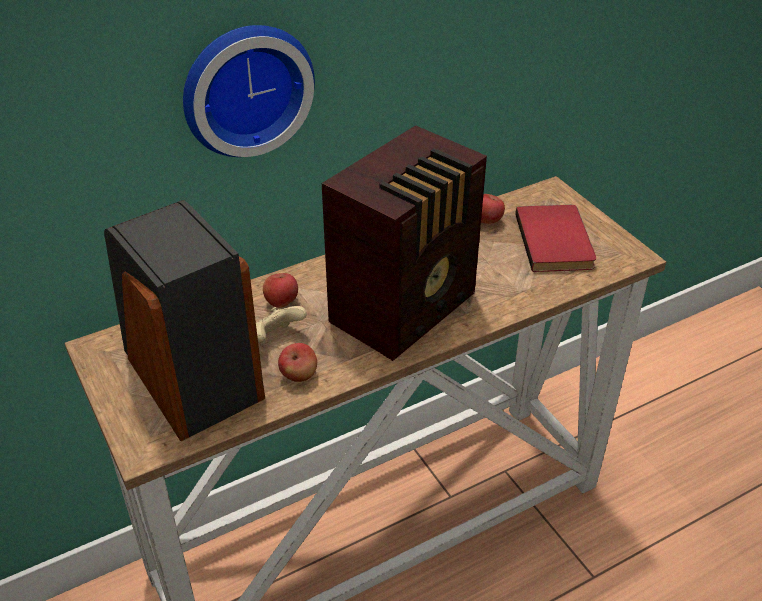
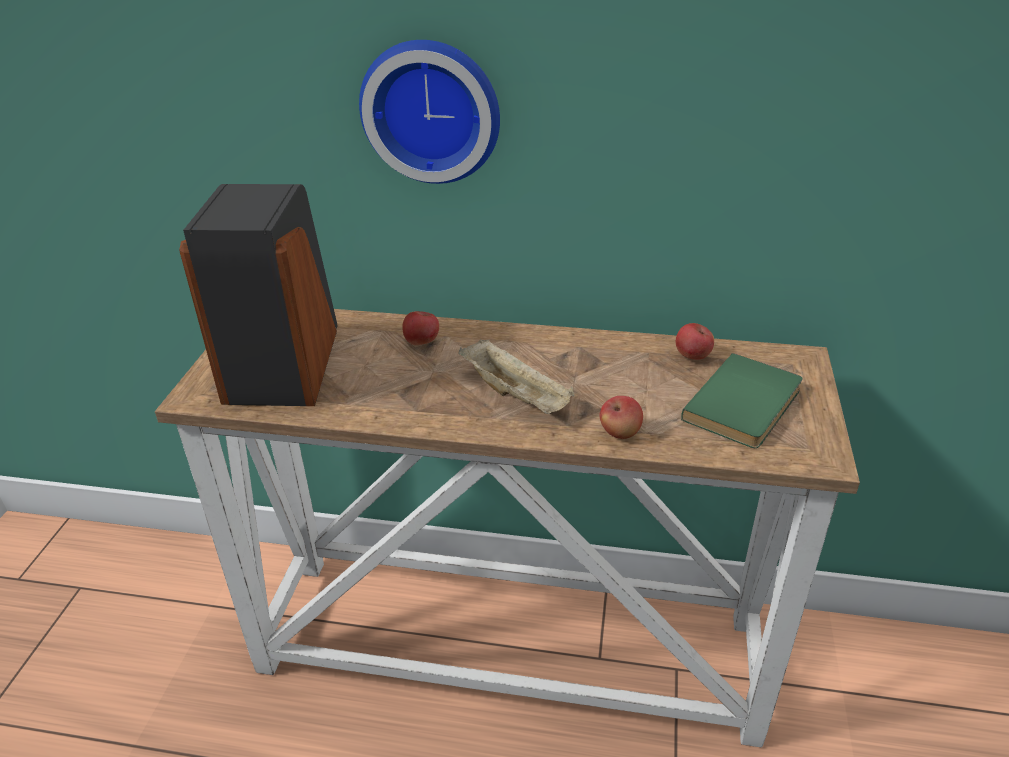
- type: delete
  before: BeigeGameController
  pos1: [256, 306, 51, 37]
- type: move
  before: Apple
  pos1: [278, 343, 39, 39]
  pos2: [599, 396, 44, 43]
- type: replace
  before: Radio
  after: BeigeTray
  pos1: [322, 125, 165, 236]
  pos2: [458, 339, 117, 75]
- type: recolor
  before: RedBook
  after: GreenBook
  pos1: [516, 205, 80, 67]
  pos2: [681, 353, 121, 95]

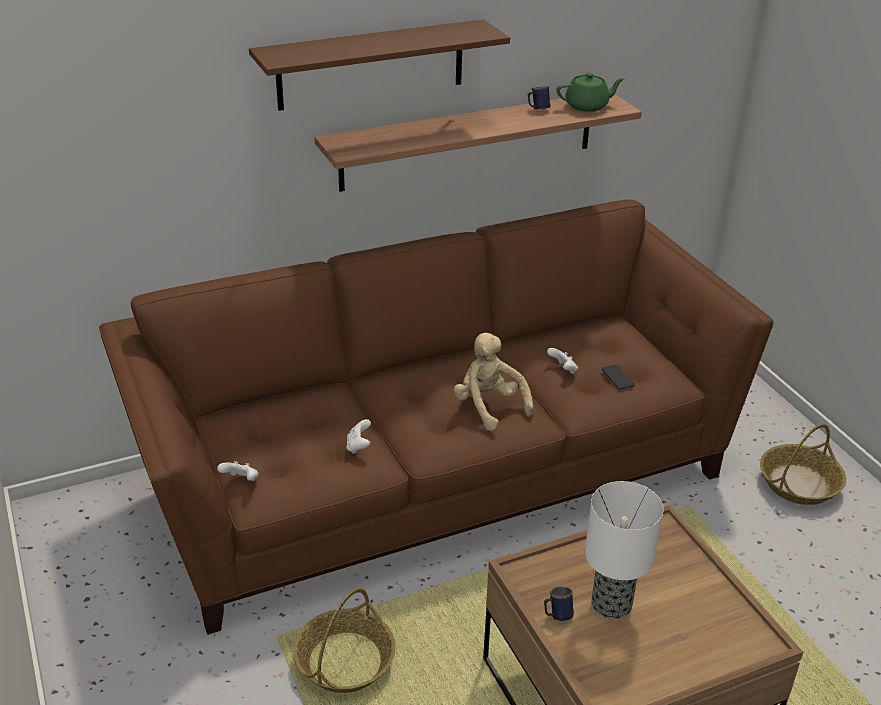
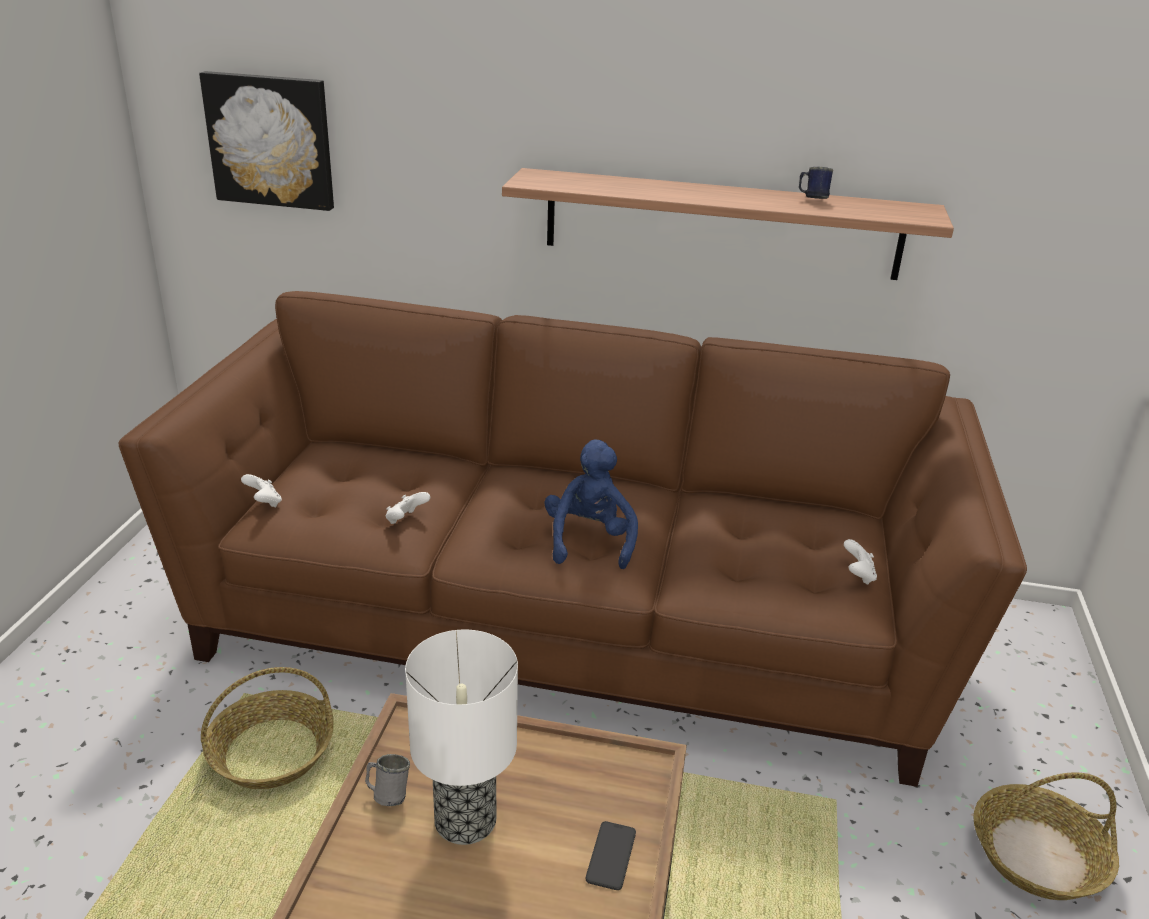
- type: delete
  before: BrownShelf
  pos1: [249, 19, 261, 92]
- type: recolor
  before: BeigePlushToy
  after: BluePlushToy
  pos1: [453, 333, 81, 98]
  pos2: [544, 440, 94, 129]
- type: recolor
  before: BlueMug
  after: GreyMug
  pos1: [544, 586, 30, 35]
  pos2: [365, 754, 45, 52]
- type: move
  before: WhiteGameController
  pos1: [547, 348, 31, 26]
  pos2: [844, 539, 33, 46]
- type: delete
  before: GreenTeapot
  pos1: [557, 73, 68, 39]
- type: move
  before: Phone
  pos1: [602, 365, 33, 25]
  pos2: [586, 821, 50, 69]
- type: insert
  after: Picture
  pos2: [199, 71, 135, 140]

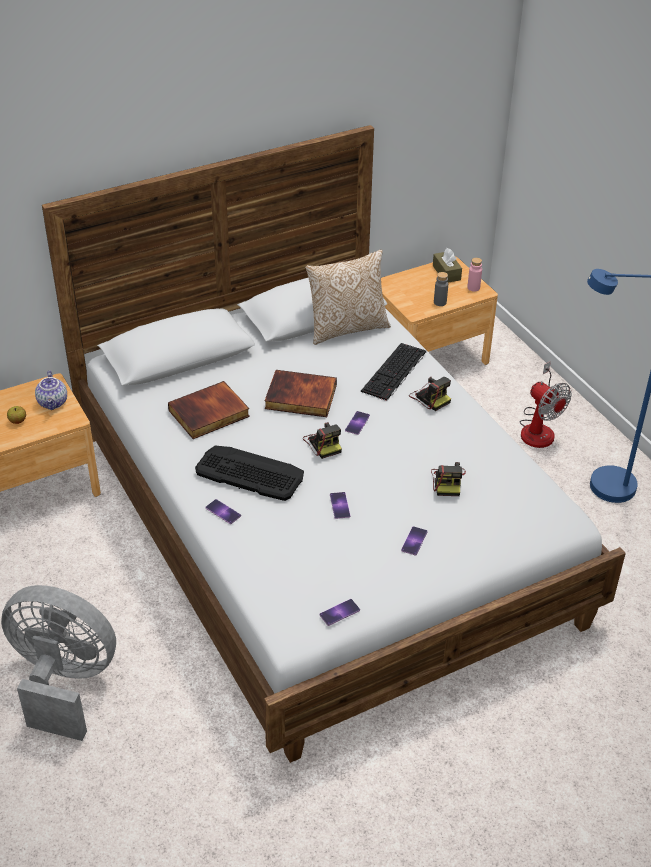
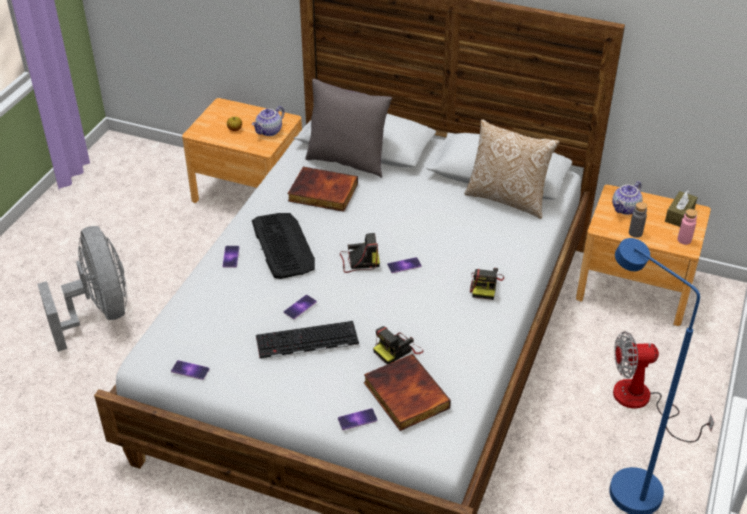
- type: move
  before: Book
  pos1: [265, 370, 72, 47]
  pos2: [364, 354, 87, 77]
- type: rotate
  before: PhotoCamera
  pos1: [303, 422, 39, 37]
  pos2: [340, 233, 40, 40]
  turn: -120
- type: move
  before: Keyboard
  pos1: [361, 343, 65, 58]
  pos2: [256, 321, 103, 38]
- type: move
  before: Phone
  pos1: [401, 526, 27, 30]
  pos2: [338, 408, 40, 22]
- type: rotate
  before: Fan
  pos1: [520, 361, 52, 87]
  pos2: [613, 331, 101, 111]
  turn: 75
- type: insert
  after: GreyPillow
  pos2: [305, 79, 87, 99]
- type: insert
  after: Teapot
  pos2: [612, 181, 31, 34]

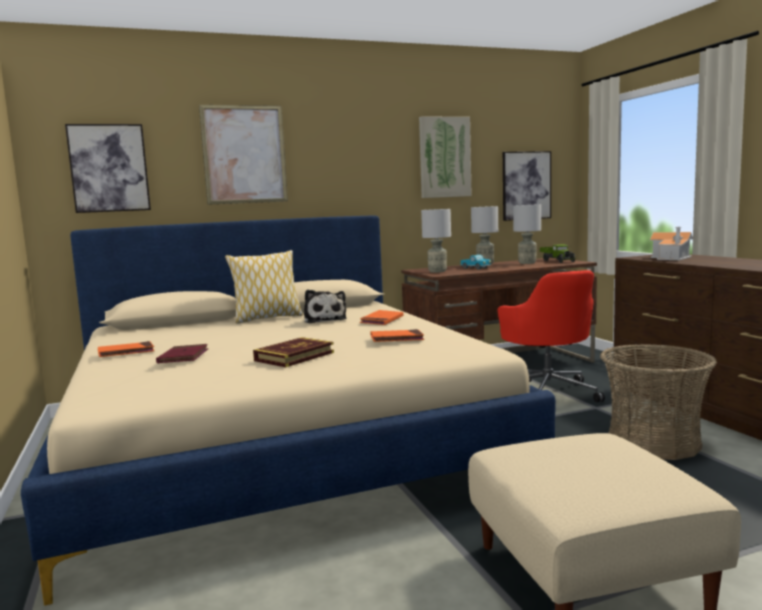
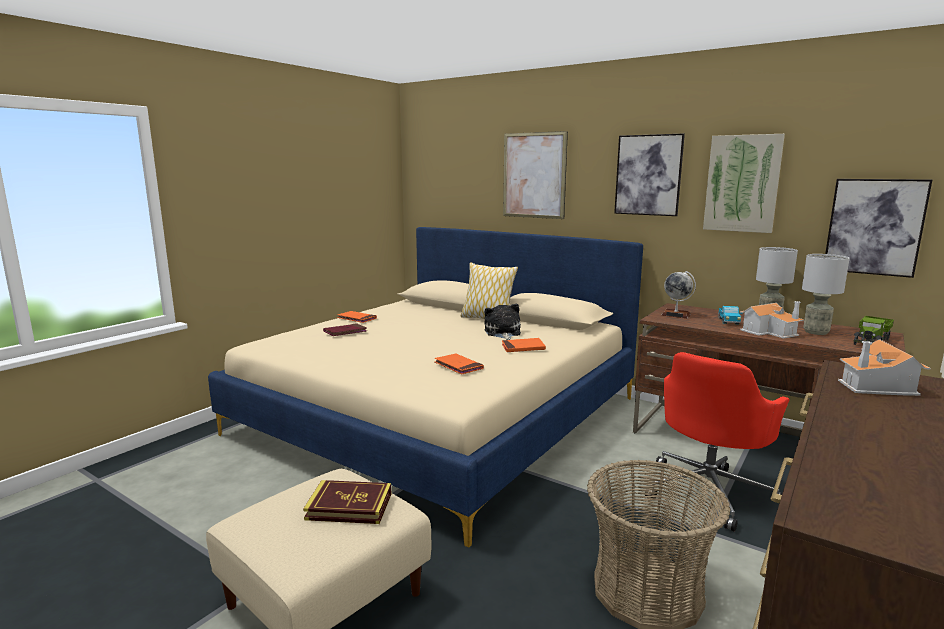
- type: move
  before: Picture
  pos1: [65, 124, 86, 89]
  pos2: [614, 133, 71, 83]
- type: move
  before: Book
  pos1: [253, 337, 81, 30]
  pos2: [303, 480, 88, 44]
- type: rotate
  before: PlushToy
  pos1: [304, 289, 43, 34]
  pos2: [484, 304, 37, 36]
  turn: 135
- type: replace
  before: GreyTableLamp
  after: Globe
  pos1: [421, 209, 30, 64]
  pos2: [662, 271, 34, 47]
- type: insert
  after: ToyHouse
  pos2: [740, 301, 64, 38]

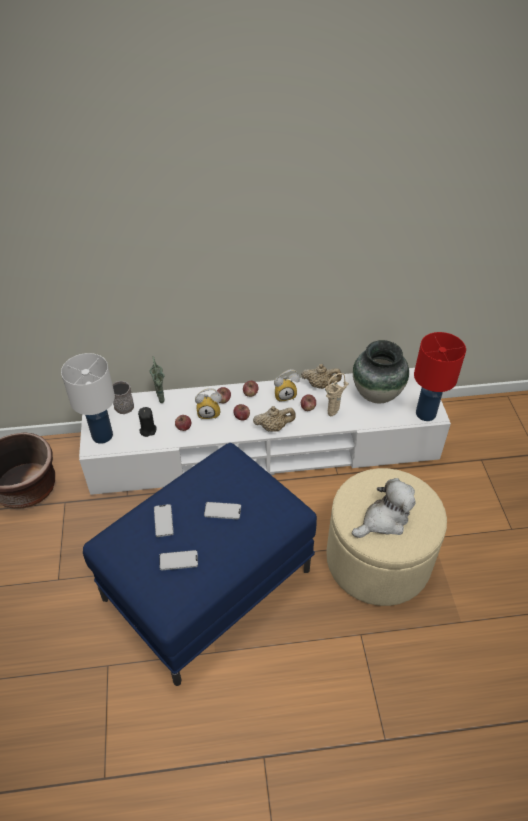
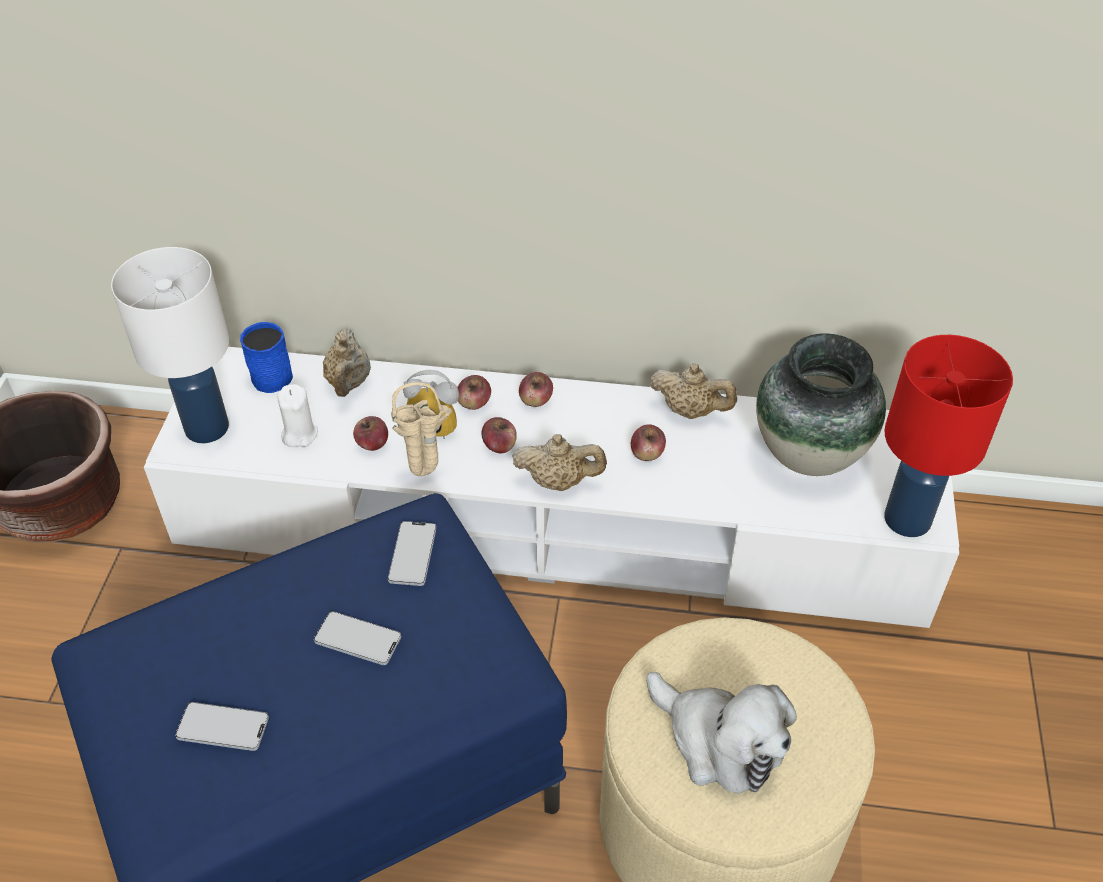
- type: recolor
  before: GreyMug
  after: BlueMug
  pos1: [112, 381, 22, 33]
  pos2: [240, 322, 53, 71]
- type: recolor
  before: BlackCandle
  after: WhiteCandle
  pos1: [138, 407, 19, 30]
  pos2: [277, 384, 41, 63]
- type: replace
  before: GreenVase
  after: BeigeTeapot
  pos1: [149, 356, 16, 47]
  pos2: [323, 329, 48, 68]
- type: move
  before: Phone
  pos1: [154, 504, 20, 33]
  pos2: [388, 521, 48, 65]
- type: delete
  before: AlarmClock
  pos1: [274, 369, 26, 33]
- type: move
  before: BeigeVase
  pos1: [325, 373, 24, 43]
  pos2: [391, 382, 61, 94]
- type: rotate
  before: PlushToy
  pos1: [352, 478, 64, 60]
  pos2: [646, 672, 151, 121]
  turn: 60

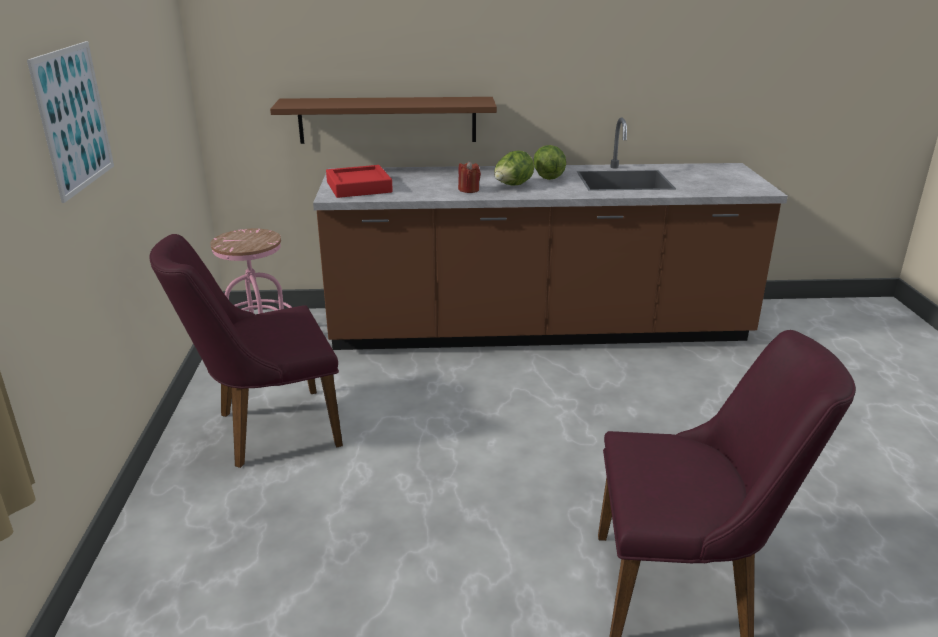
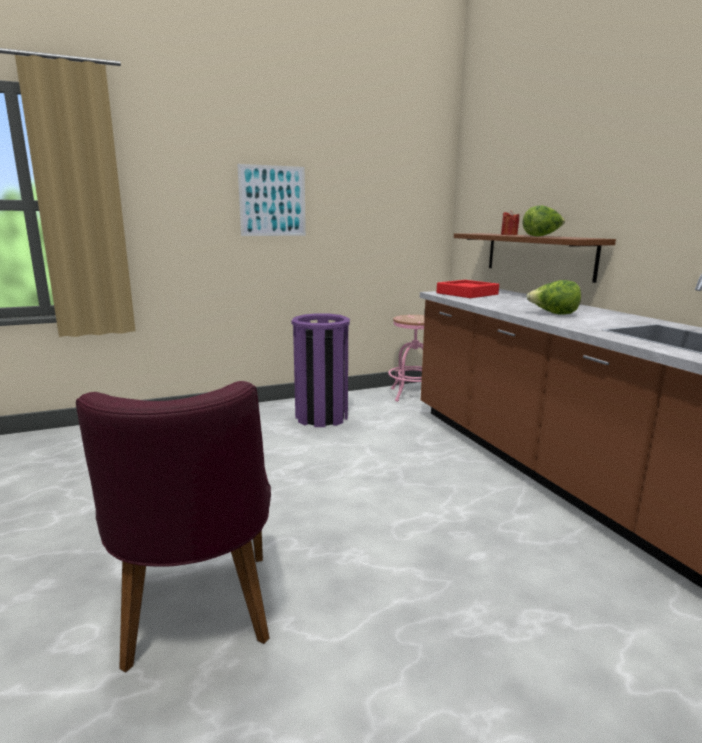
- type: replace
  before: PurpleChair
  after: PurpleTrashCan
  pos1: [149, 234, 194, 234]
  pos2: [291, 313, 59, 114]
- type: move
  before: RedCandle
  pos1: [458, 161, 23, 32]
  pos2: [501, 210, 18, 25]
- type: move
  before: Lettuce
  pos1: [533, 145, 33, 35]
  pos2: [523, 205, 42, 32]

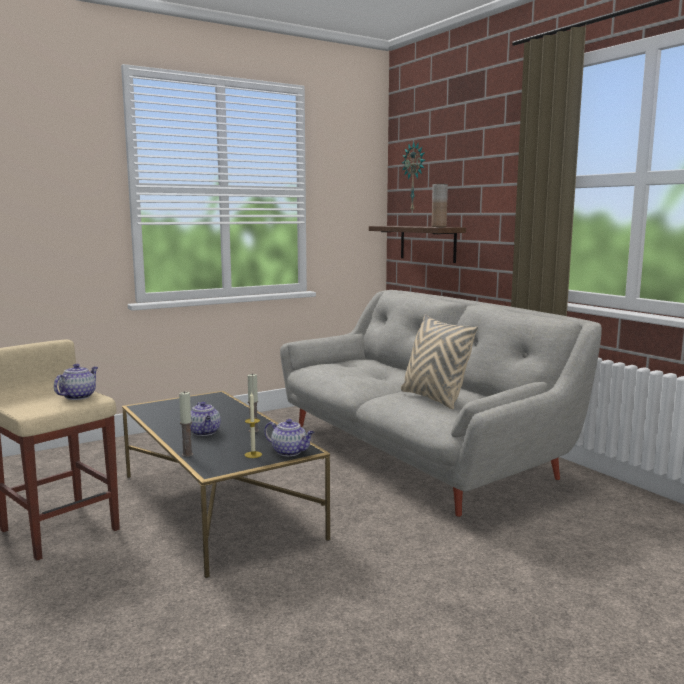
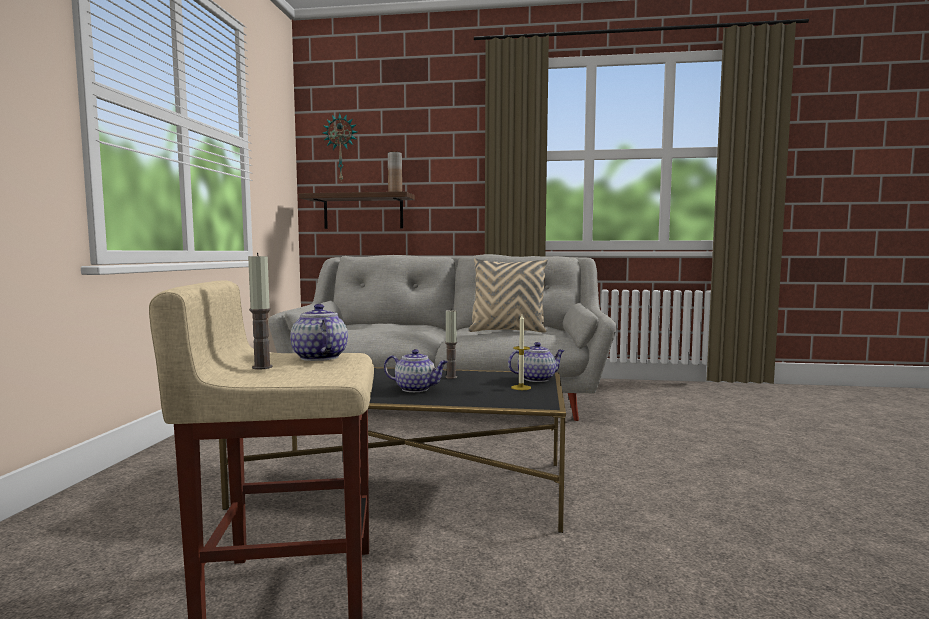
- type: move
  before: Candle
  pos1: [179, 391, 14, 66]
  pos2: [248, 253, 25, 117]

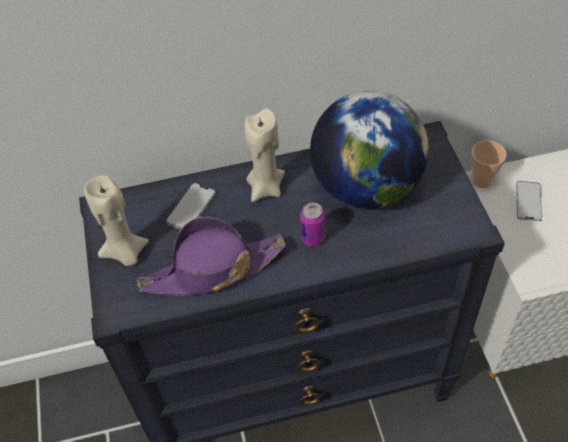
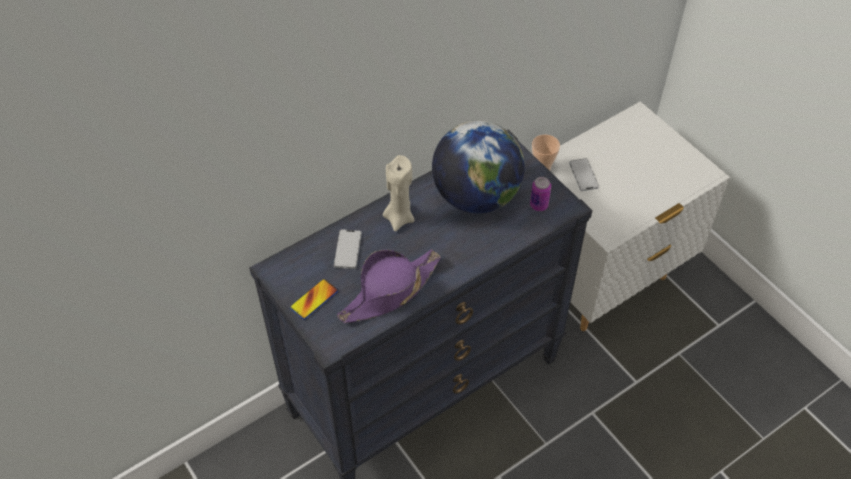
- type: replace
  before: BeigeCandle
  after: Phone
  pos1: [84, 175, 65, 91]
  pos2: [290, 279, 48, 41]
- type: move
  before: Can
  pos1: [300, 203, 25, 44]
  pos2: [530, 177, 21, 34]

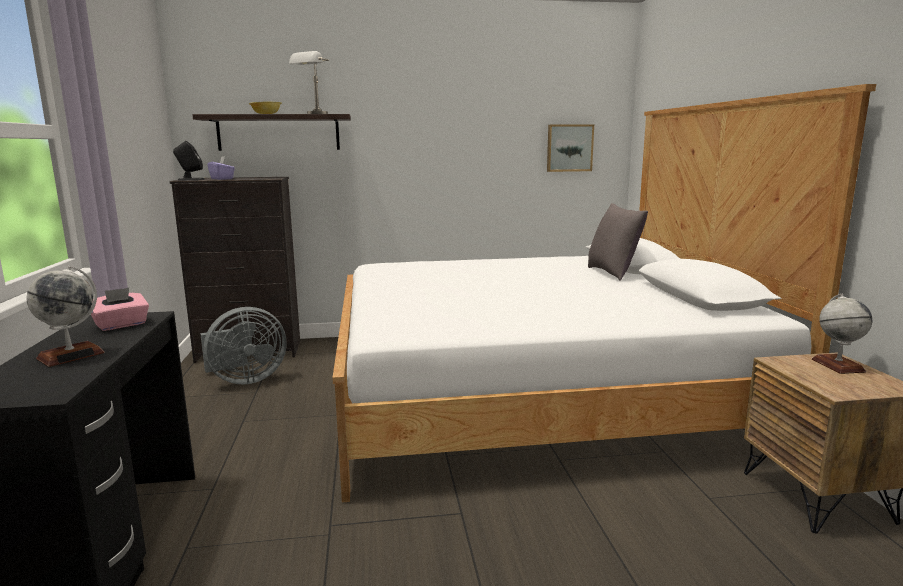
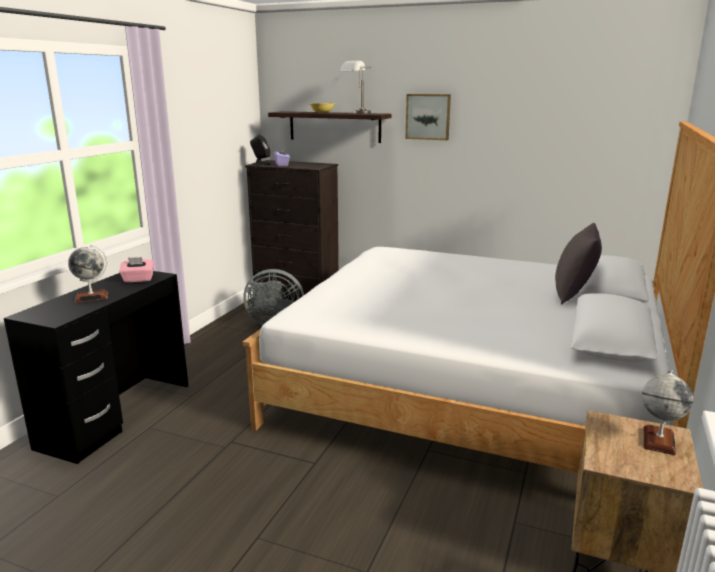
- type: move
  before: Picture
  pos1: [547, 124, 47, 48]
  pos2: [406, 94, 45, 46]

